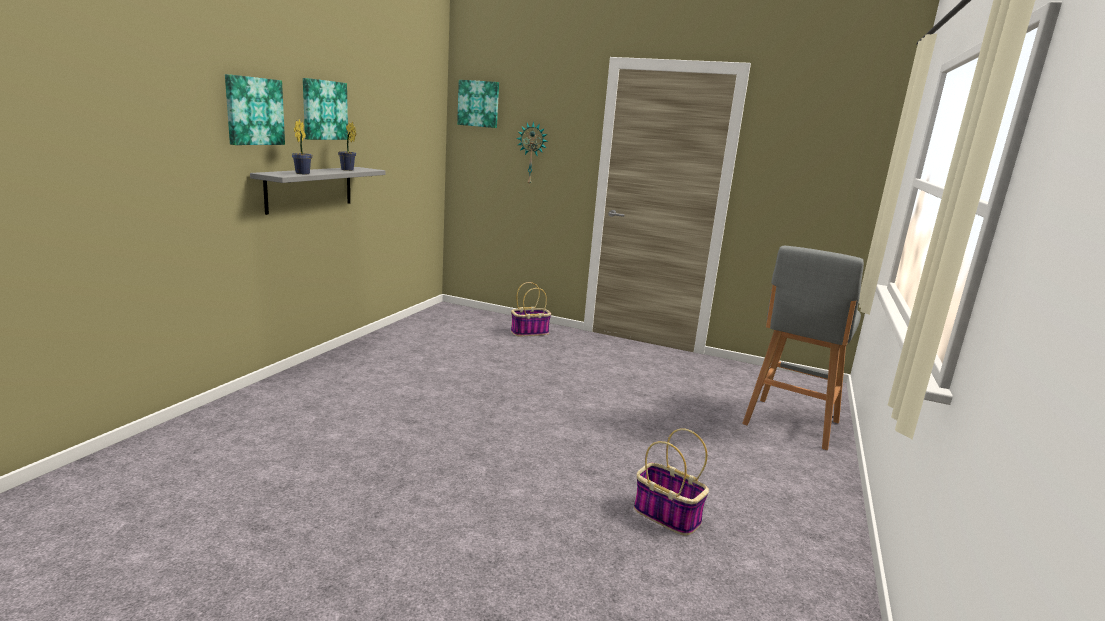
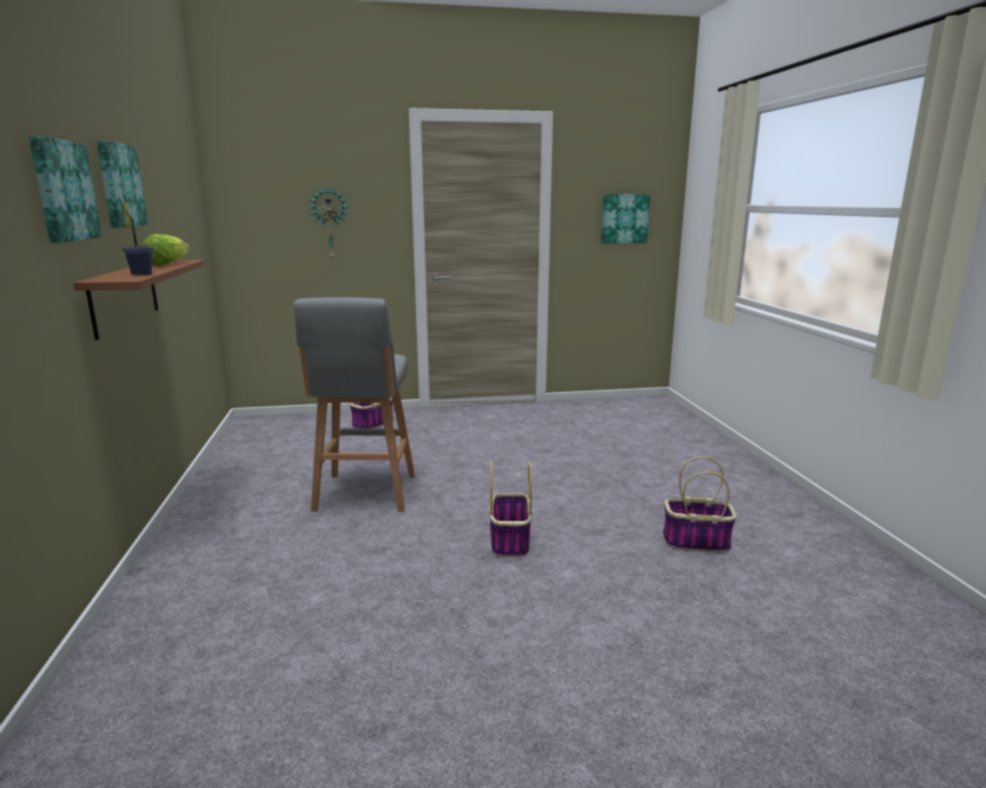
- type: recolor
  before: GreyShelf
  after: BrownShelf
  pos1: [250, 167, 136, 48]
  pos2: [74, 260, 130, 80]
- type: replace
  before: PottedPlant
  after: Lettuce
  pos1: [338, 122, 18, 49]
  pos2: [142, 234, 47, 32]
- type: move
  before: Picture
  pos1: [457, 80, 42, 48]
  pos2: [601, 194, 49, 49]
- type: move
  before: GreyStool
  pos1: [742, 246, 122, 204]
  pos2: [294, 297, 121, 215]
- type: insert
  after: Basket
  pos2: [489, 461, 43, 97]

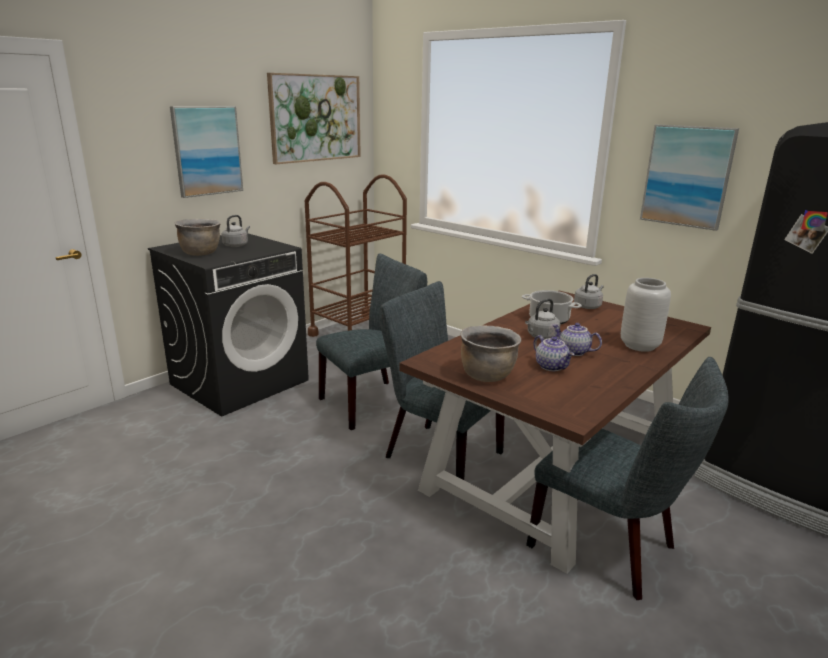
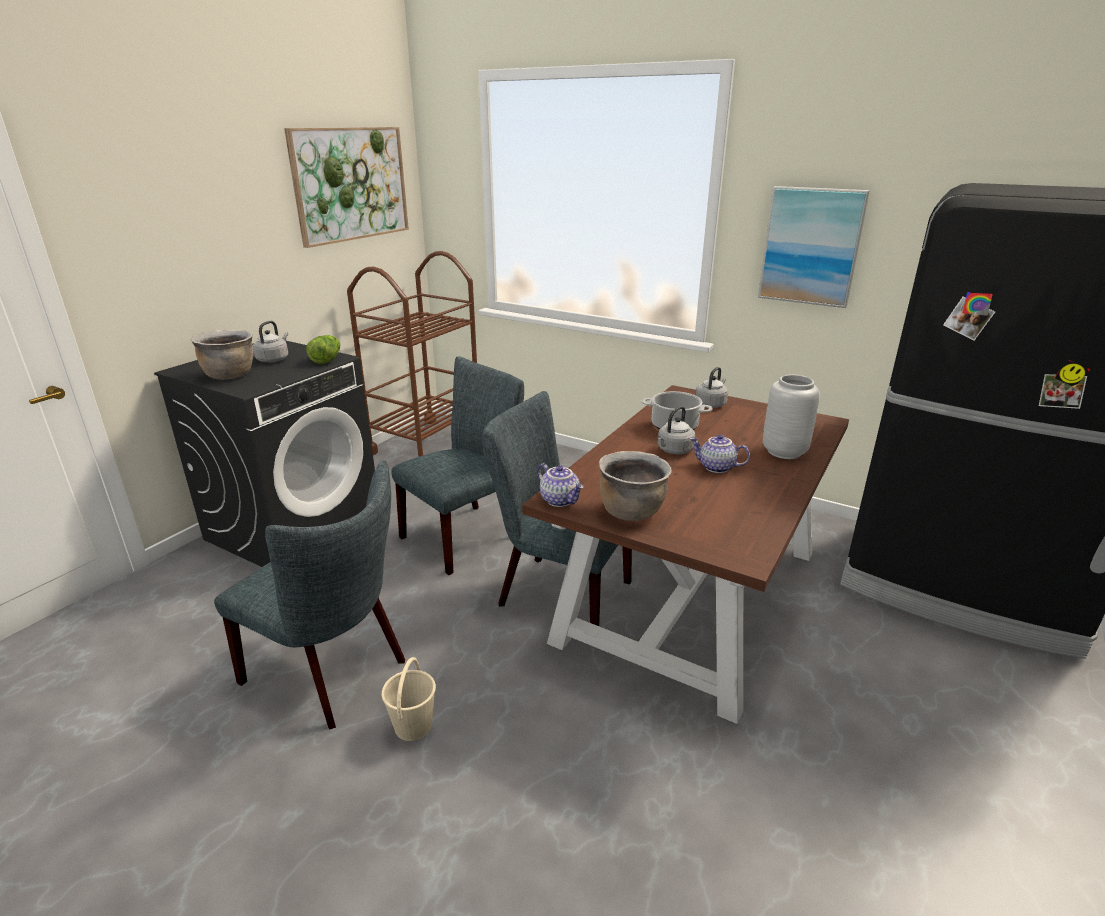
- type: delete
  before: Picture
  pos1: [170, 106, 73, 92]
- type: move
  before: GreyChair
  pos1: [526, 357, 202, 243]
  pos2: [214, 460, 191, 270]
- type: move
  before: Teapot
  pos1: [534, 335, 41, 36]
  pos2: [537, 463, 47, 44]
- type: insert
  after: Lettuce
  pos2: [306, 335, 34, 29]
- type: insert
  after: BeigeBucket
  pos2: [382, 657, 54, 84]

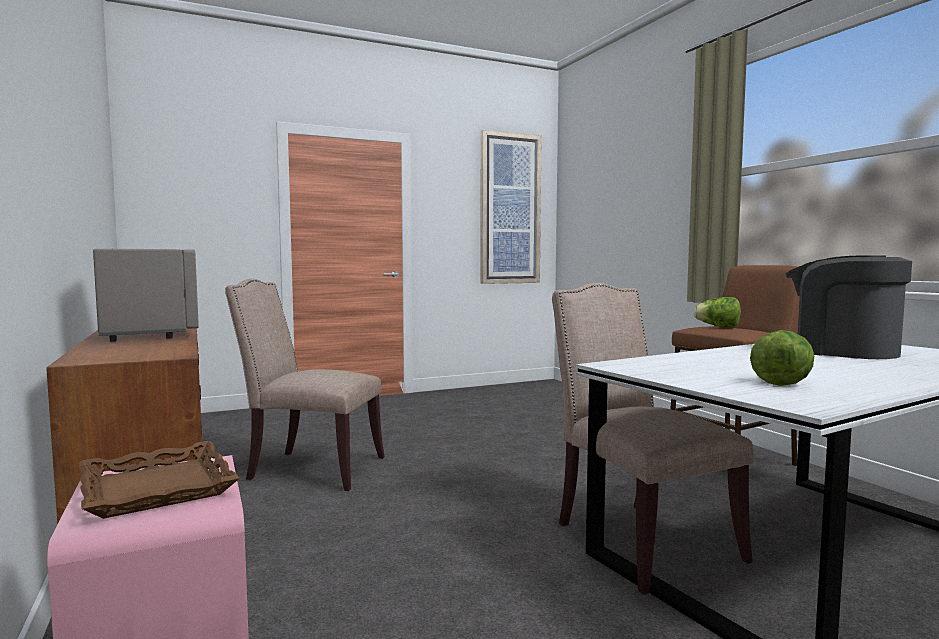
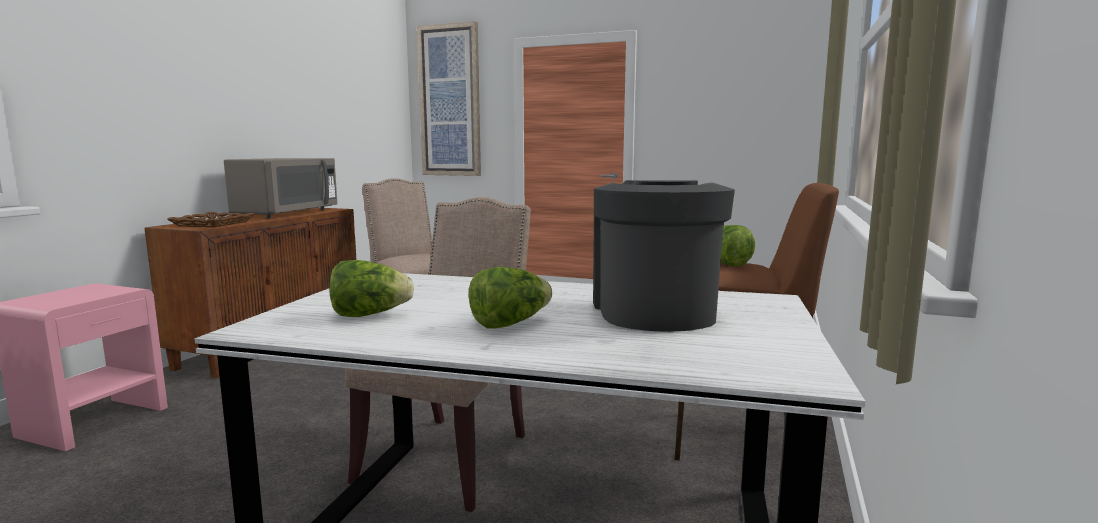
- type: move
  before: BrownTray
  pos1: [79, 441, 161, 78]
  pos2: [167, 212, 88, 15]
- type: move
  before: Picture
  pos1: [480, 130, 62, 154]
  pos2: [417, 21, 64, 155]
- type: insert
  after: Lettuce
  pos2: [469, 267, 84, 61]

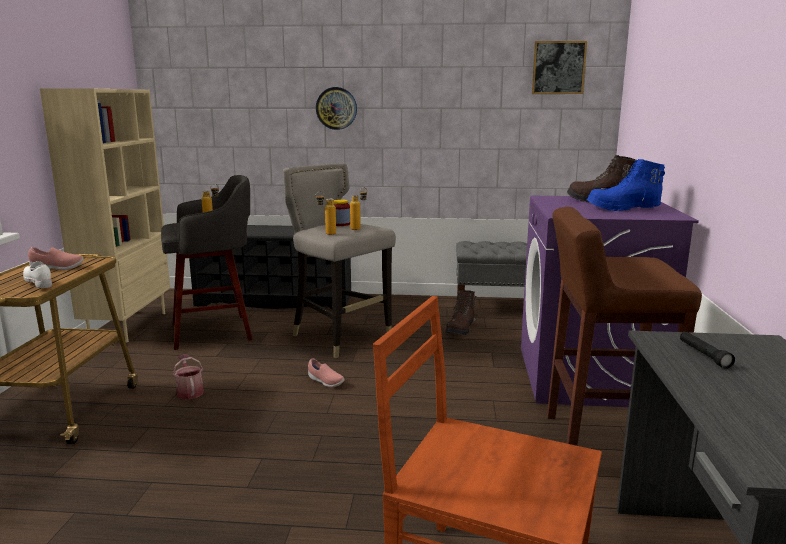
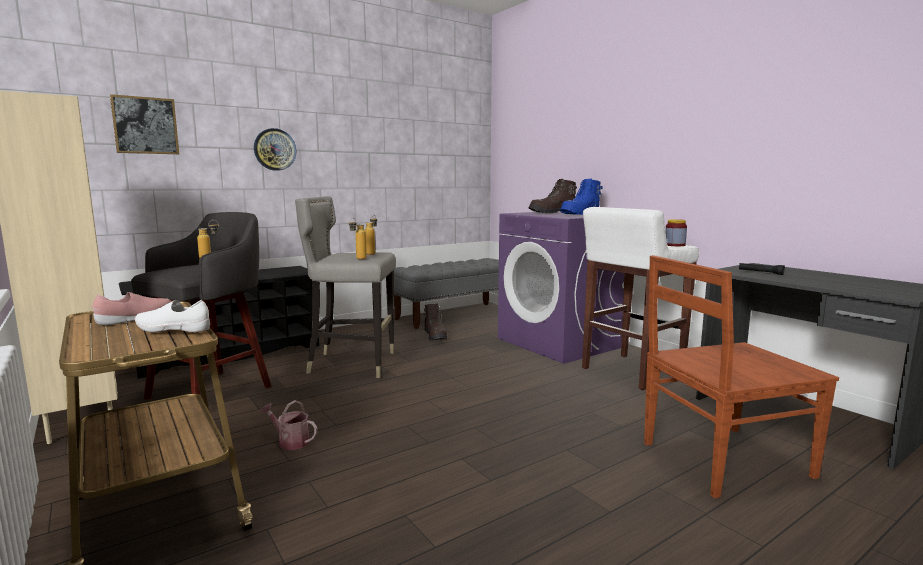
- type: delete
  before: PinkShoe
  pos1: [308, 359, 37, 28]
- type: move
  before: Jar
  pos1: [334, 199, 16, 27]
  pos2: [665, 219, 22, 27]
- type: move
  before: Picture
  pos1: [532, 41, 55, 53]
  pos2: [110, 94, 69, 60]
- type: recolor
  before: BrownStool
  after: WhiteStool
  pos1: [547, 207, 155, 239]
  pos2: [582, 207, 117, 183]

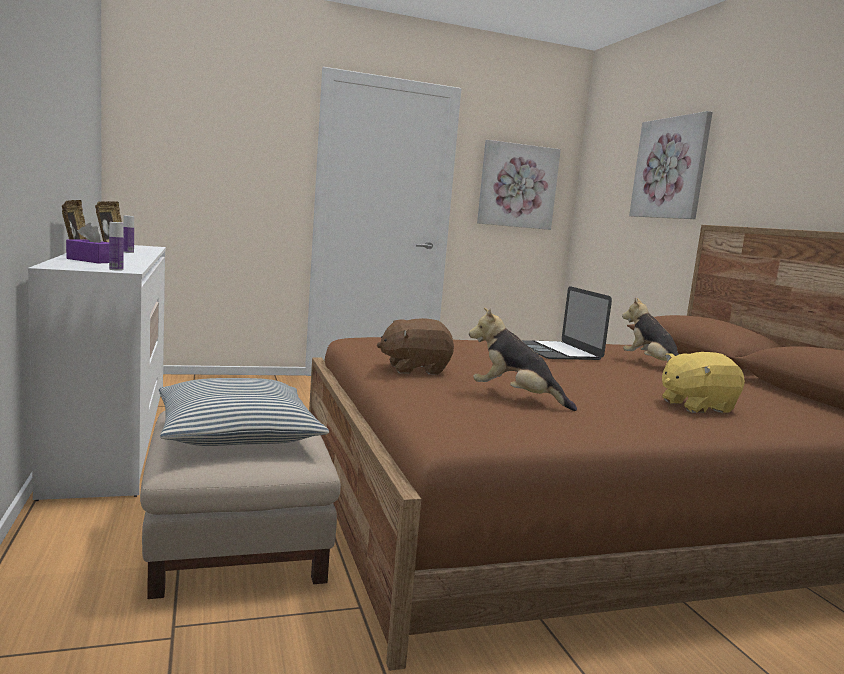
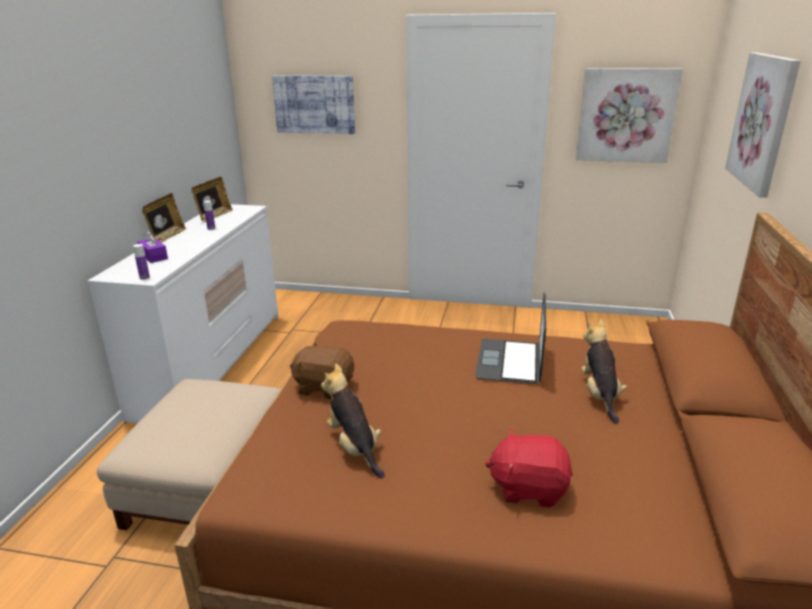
- type: delete
  before: Pillow
  pos1: [158, 378, 171, 68]
- type: recolor
  before: YellowPlushToy
  after: RedPlushToy
  pos1: [662, 352, 83, 61]
  pos2: [485, 429, 88, 78]
- type: insert
  after: Picture
  pos2: [272, 75, 83, 59]

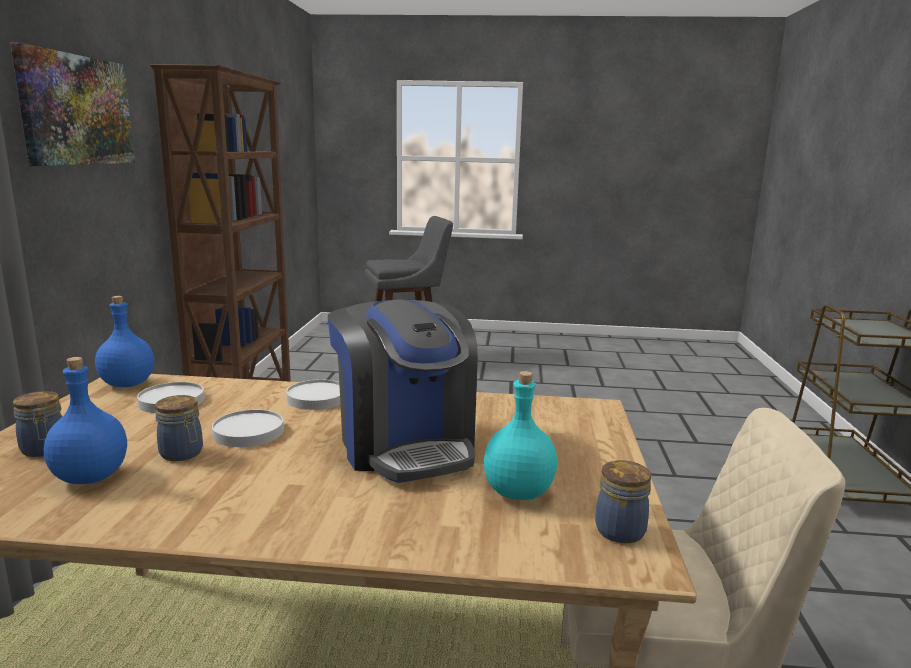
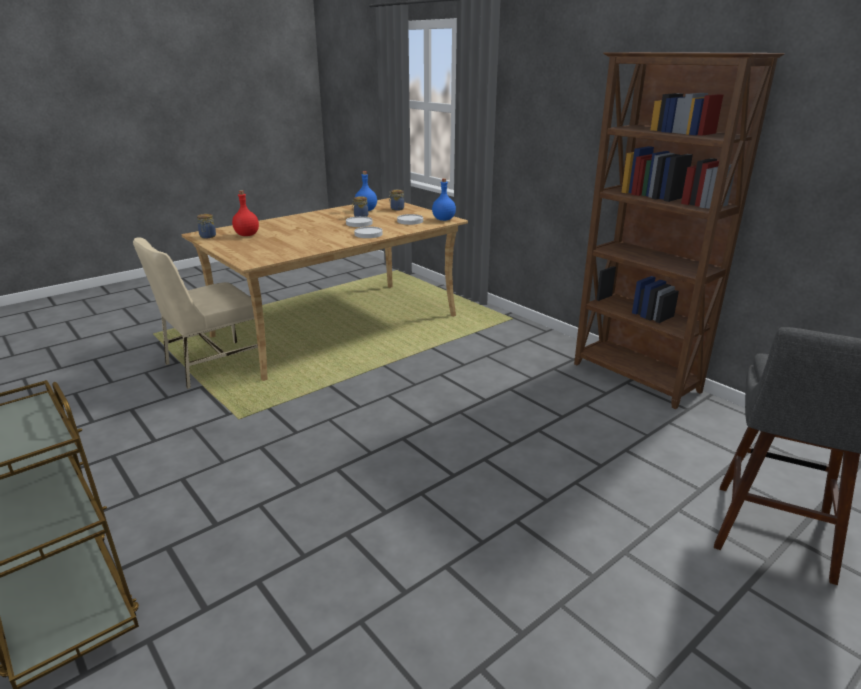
- type: delete
  before: Picture
  pos1: [10, 43, 125, 123]
- type: delete
  before: CoffeeMachine
  pos1: [328, 300, 150, 183]
- type: recolor
  before: TurquoiseBottle
  after: RedBottle
  pos1: [484, 371, 73, 129]
  pos2: [232, 190, 27, 46]

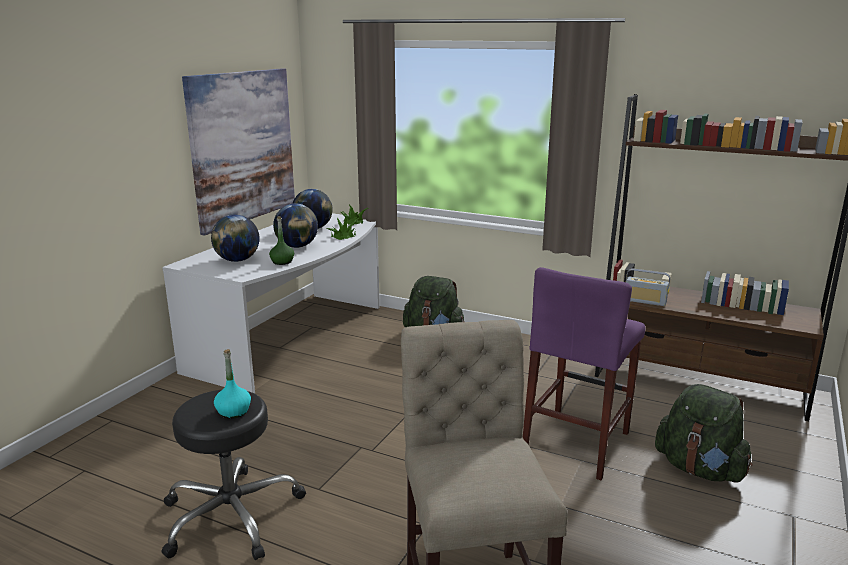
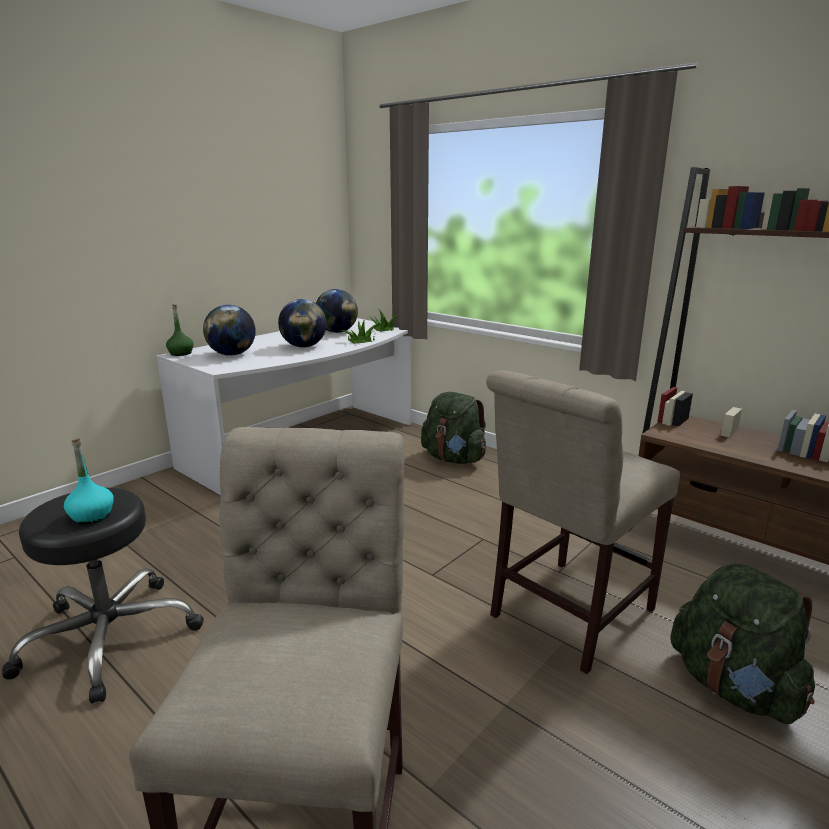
- type: delete
  before: Picture
  pos1: [182, 68, 113, 168]
- type: move
  before: GreenBottle
  pos1: [269, 216, 25, 49]
  pos2: [166, 304, 28, 52]
- type: replace
  before: PurpleStool
  after: BeigeChair
  pos1: [523, 267, 122, 213]
  pos2: [486, 370, 194, 304]
- type: delete
  before: Radio
  pos1: [626, 269, 44, 37]

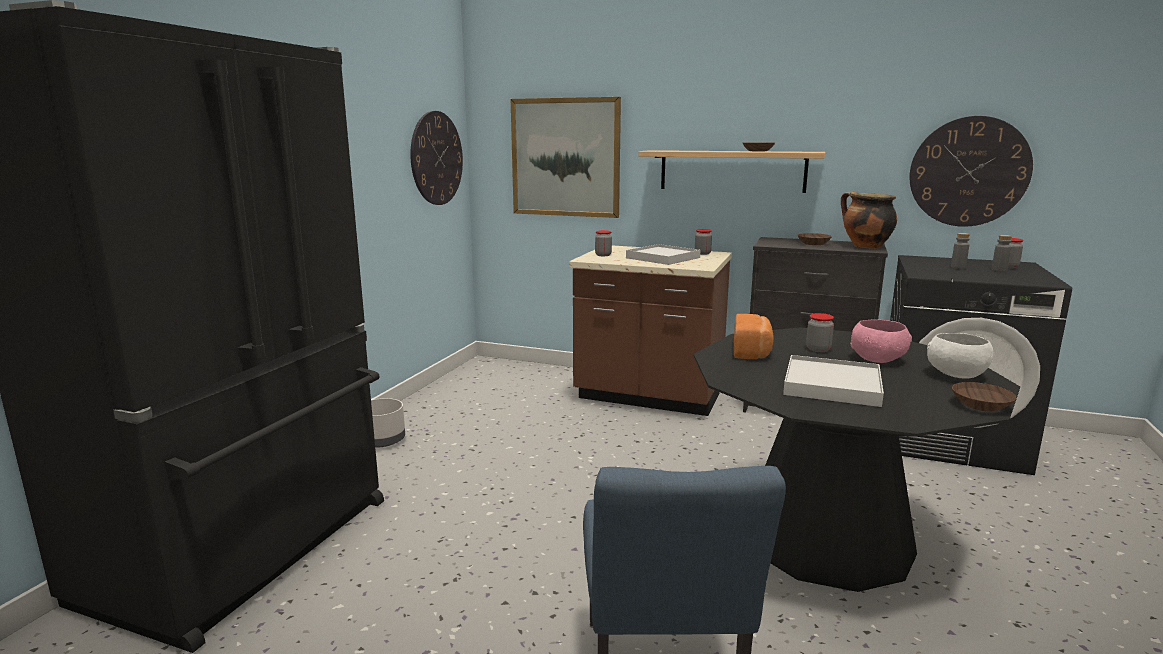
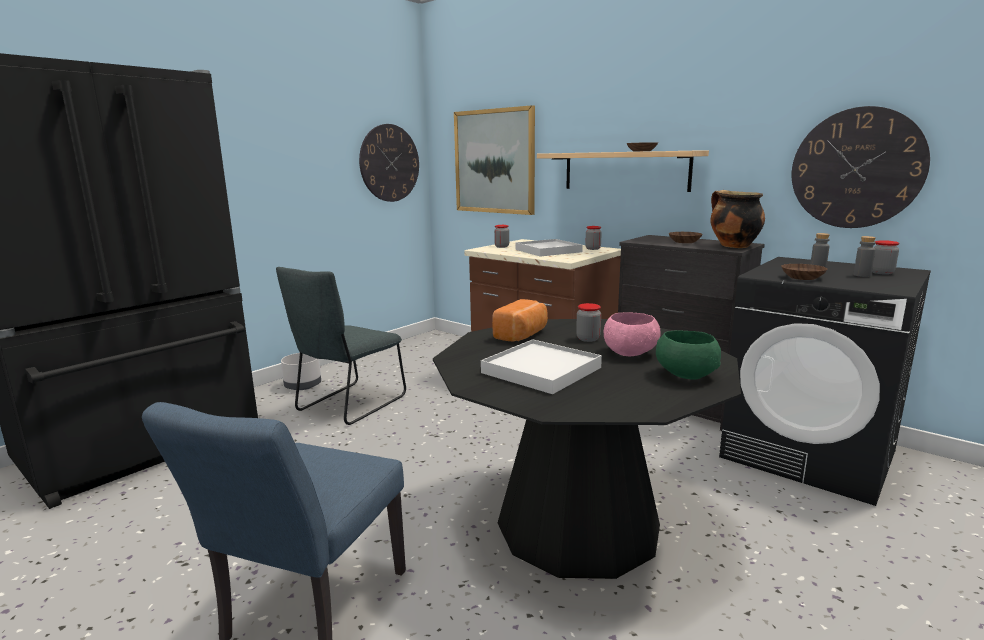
- type: recolor
  before: WhiteBowl
  after: GreenBowl
  pos1: [927, 333, 67, 46]
  pos2: [656, 330, 65, 50]
- type: move
  before: BrownBowl
  pos1: [952, 382, 65, 30]
  pos2: [781, 264, 46, 16]
- type: insert
  after: GreyChair
  pos2: [276, 267, 130, 158]

